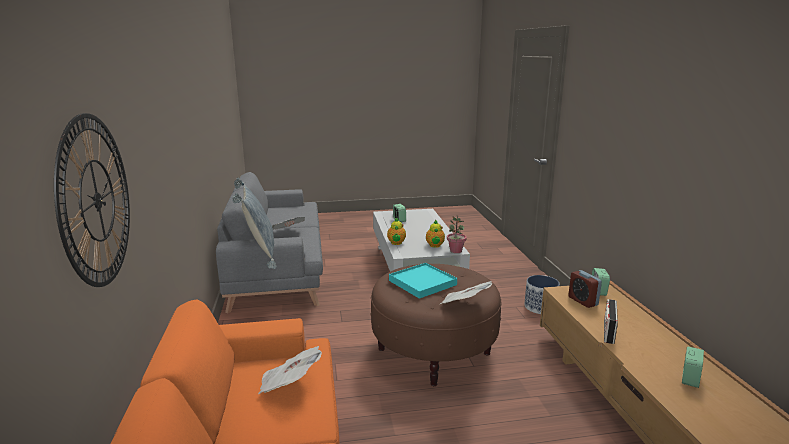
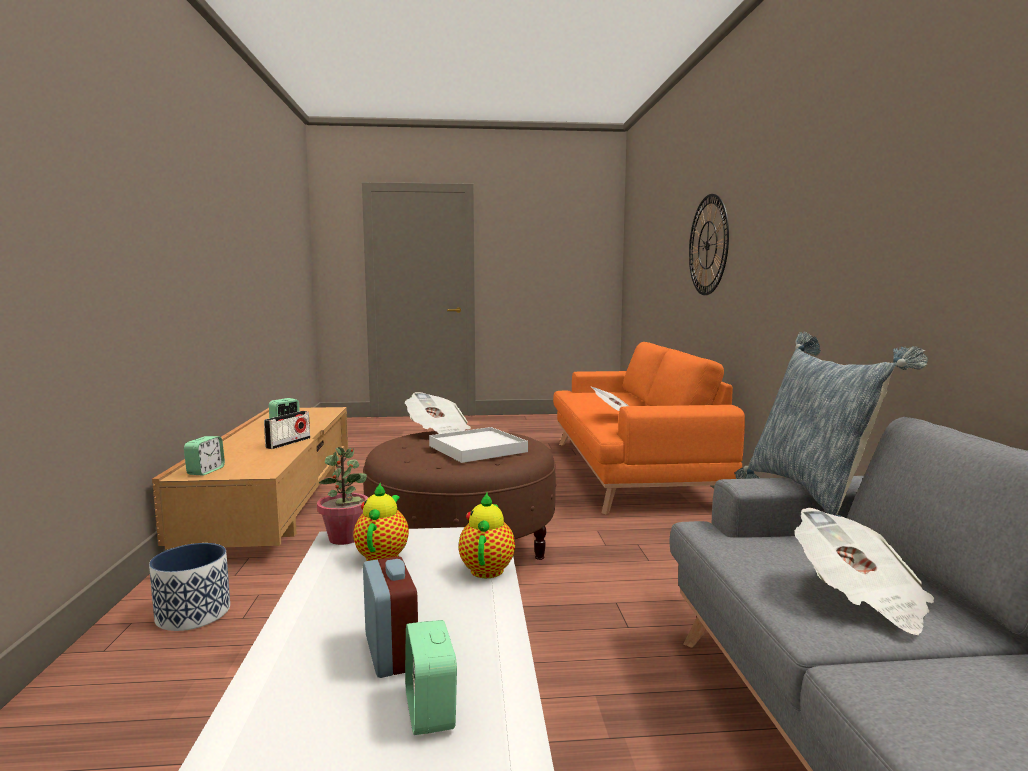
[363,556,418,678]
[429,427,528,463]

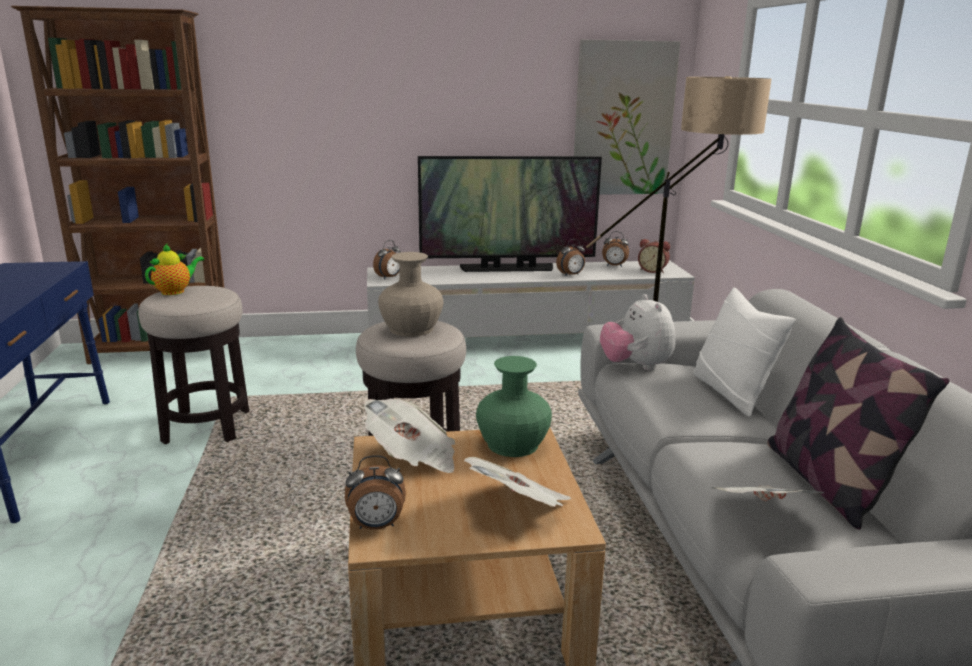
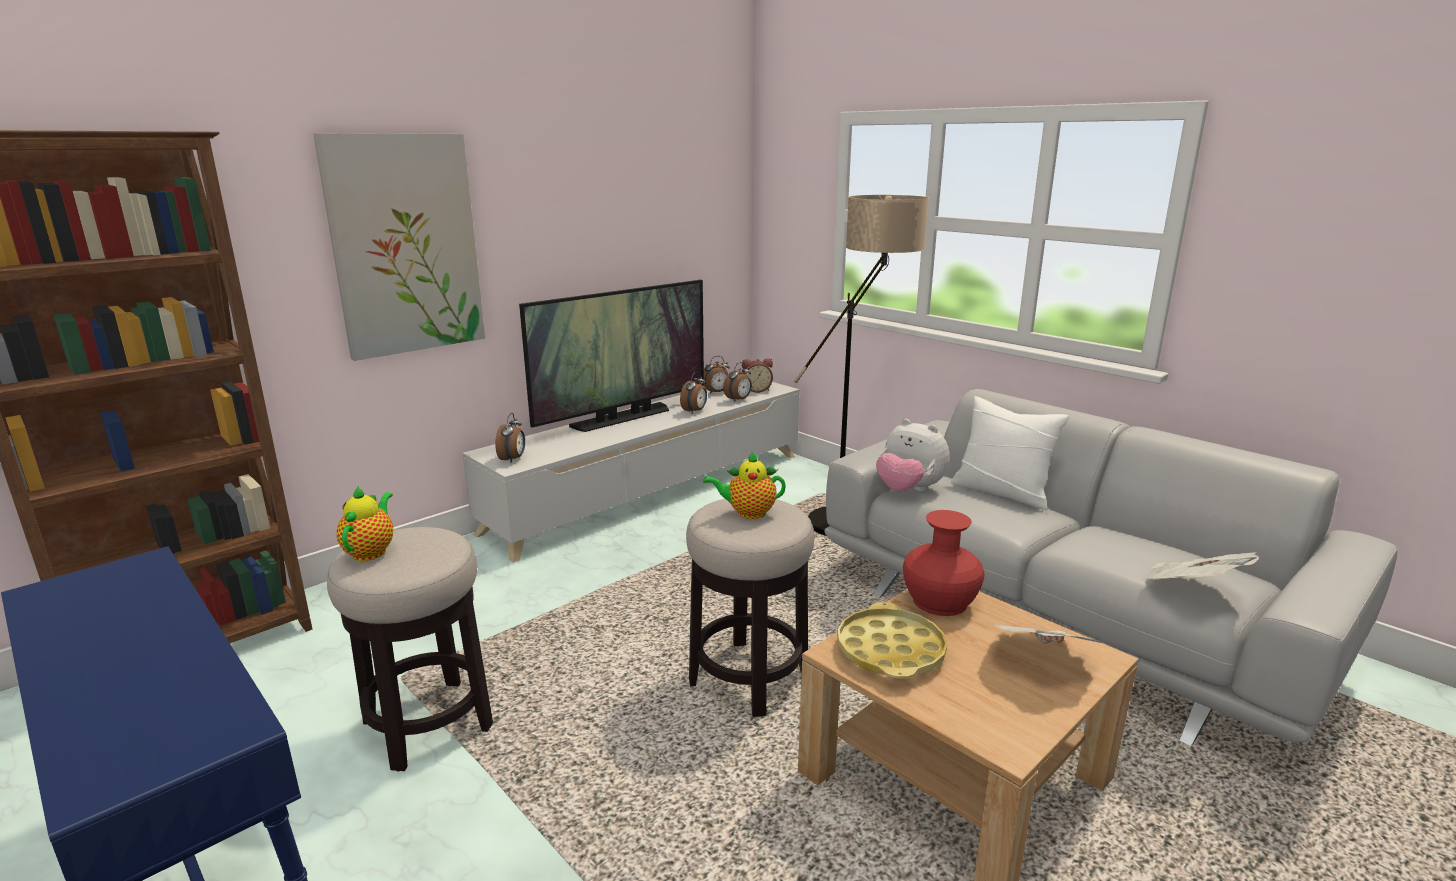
[313,133,485,361]
[703,451,786,519]
[723,362,752,402]
[837,602,947,679]
[903,510,984,616]
[767,317,950,530] (first image)

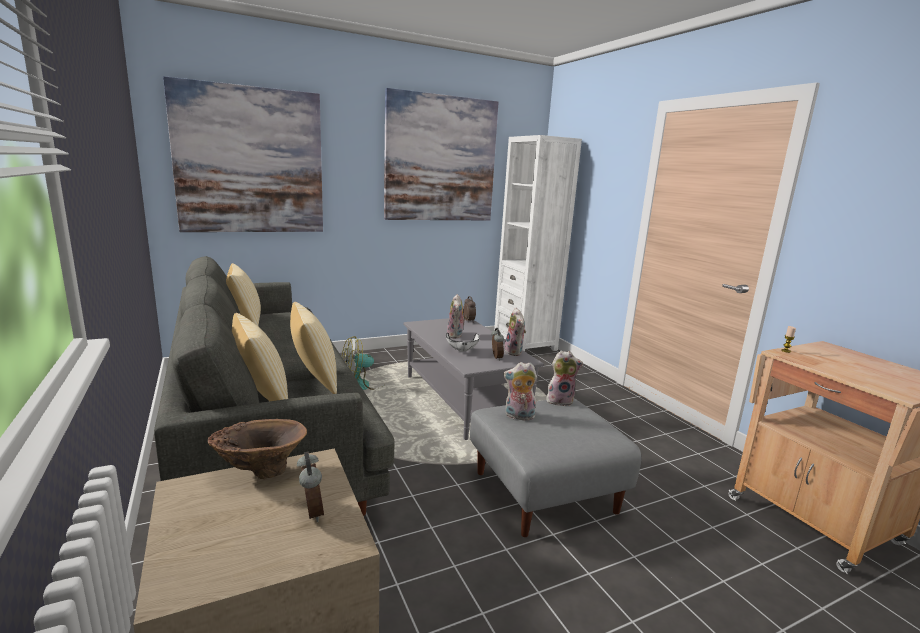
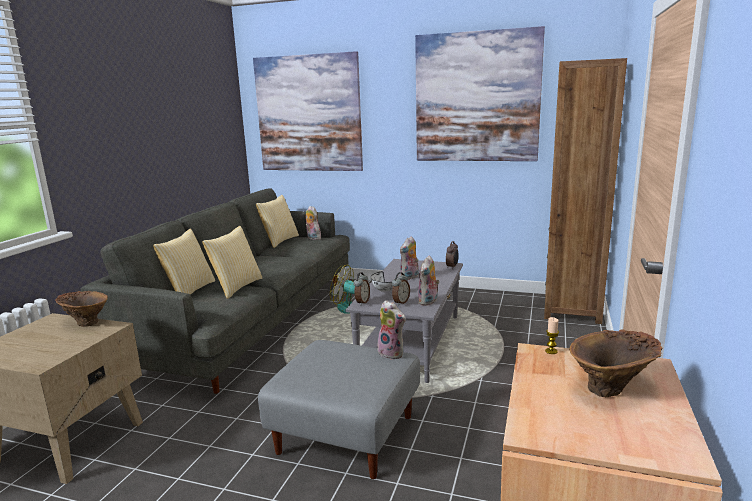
[305,206,321,240]
[354,272,370,305]
[544,58,627,324]
[569,330,662,397]

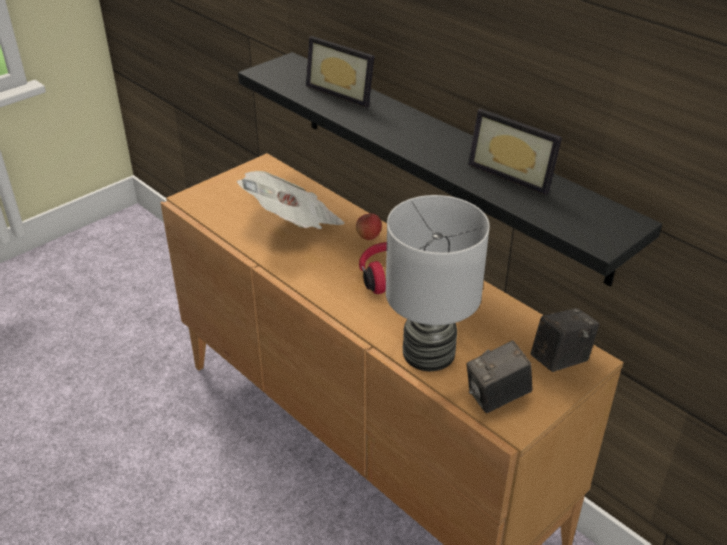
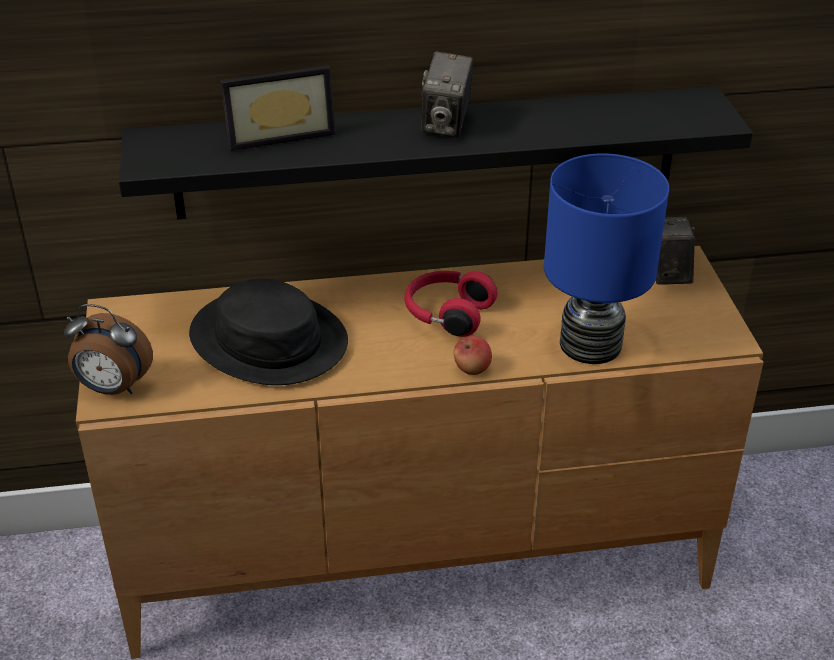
[64,304,153,395]
[189,278,348,385]
[421,51,473,138]
[454,336,492,375]
[544,153,669,364]
[468,109,562,195] (first image)

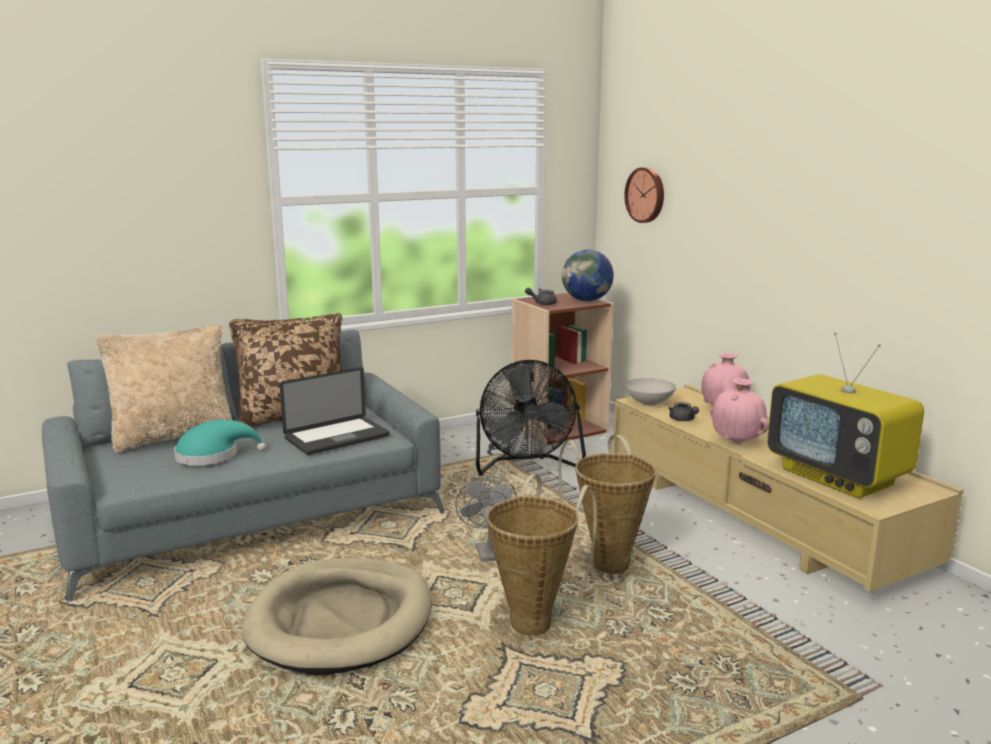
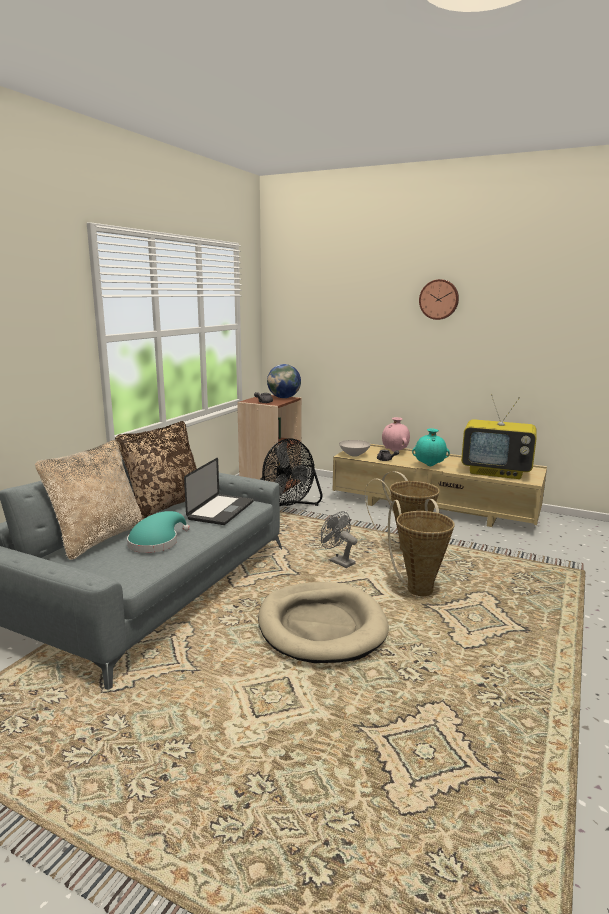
[412,428,450,467]
[419,279,459,320]

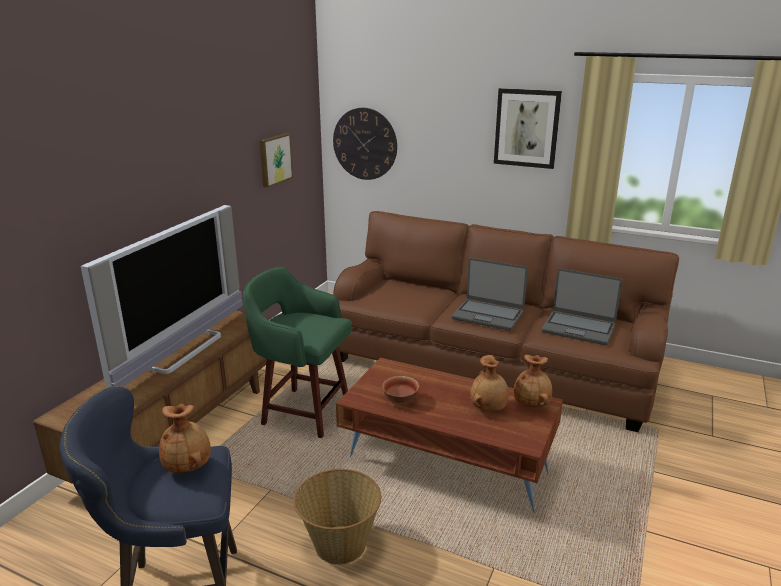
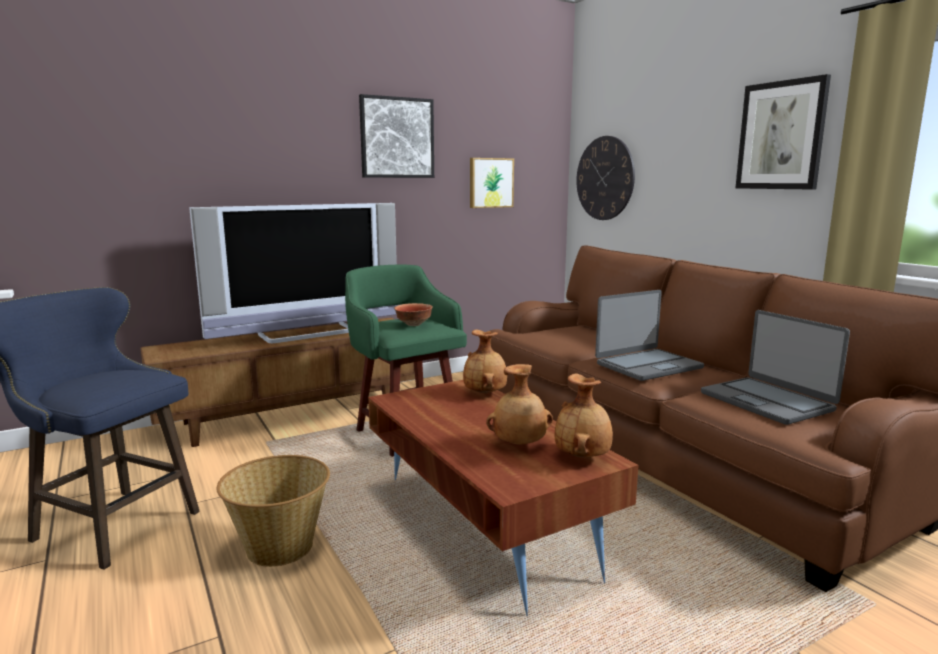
[359,94,434,178]
[394,303,433,326]
[463,330,507,394]
[595,290,704,381]

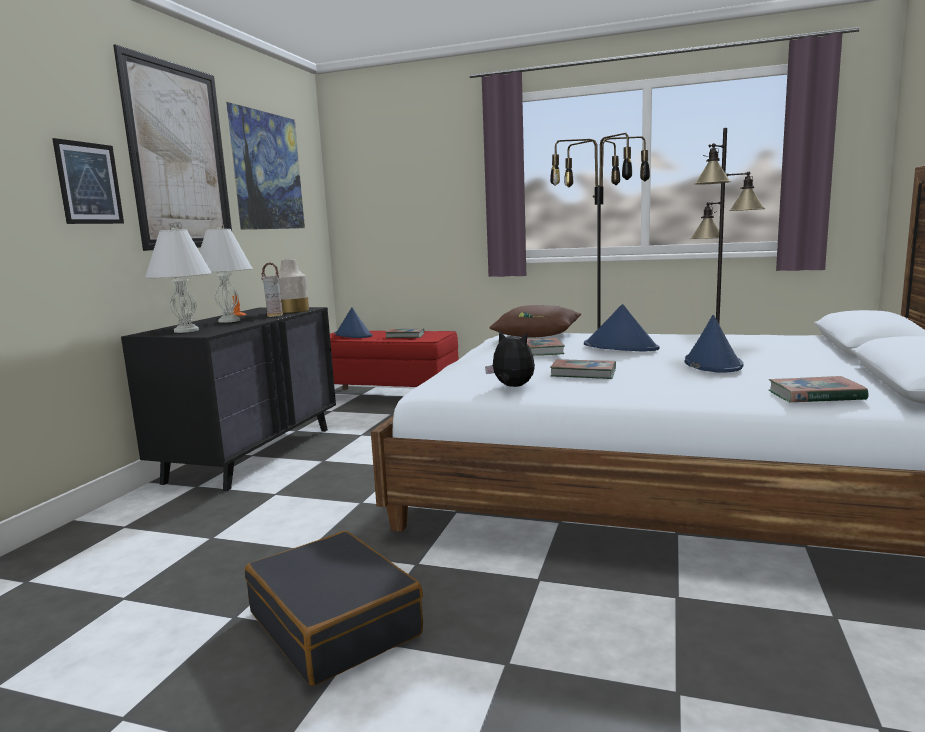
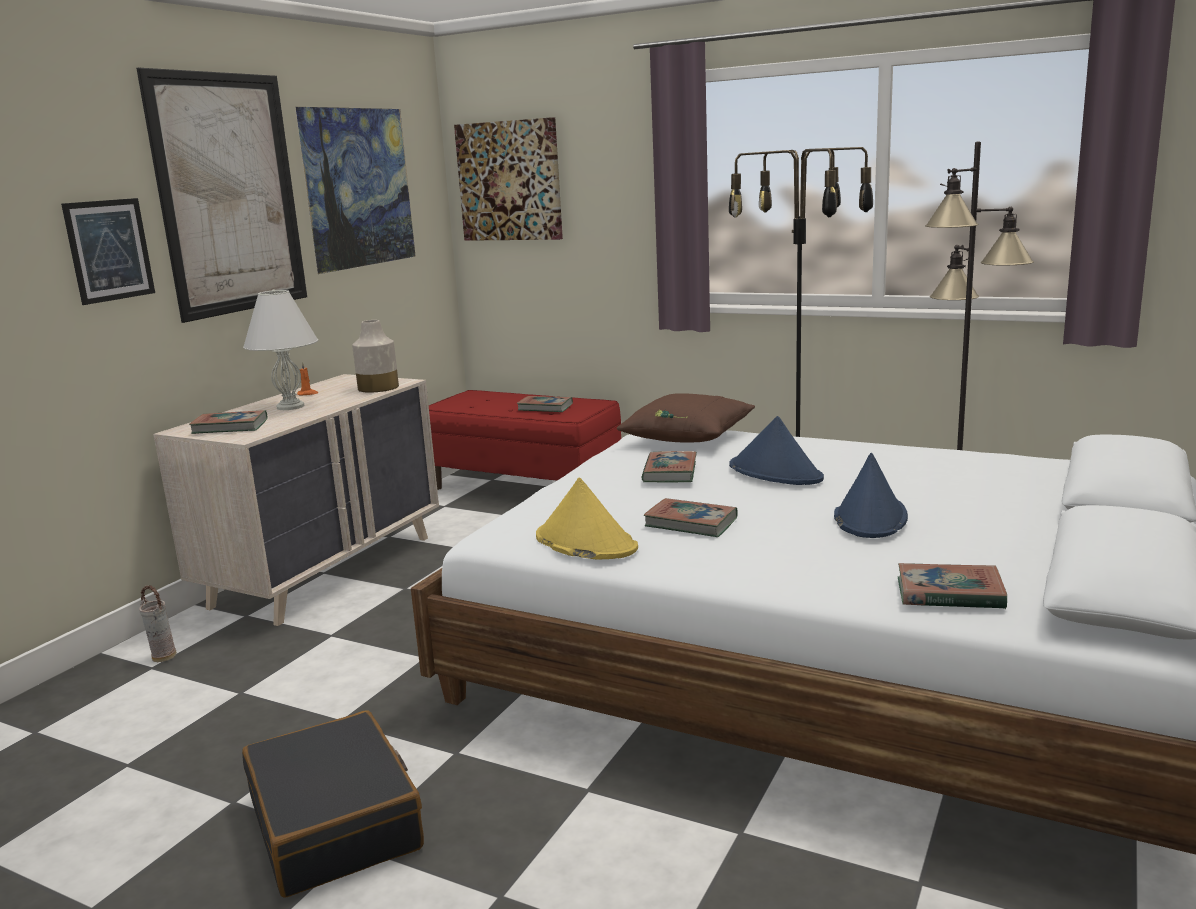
[139,586,177,662]
[153,374,439,626]
[189,410,267,434]
[454,117,563,241]
[536,477,638,560]
[335,307,372,338] (first image)

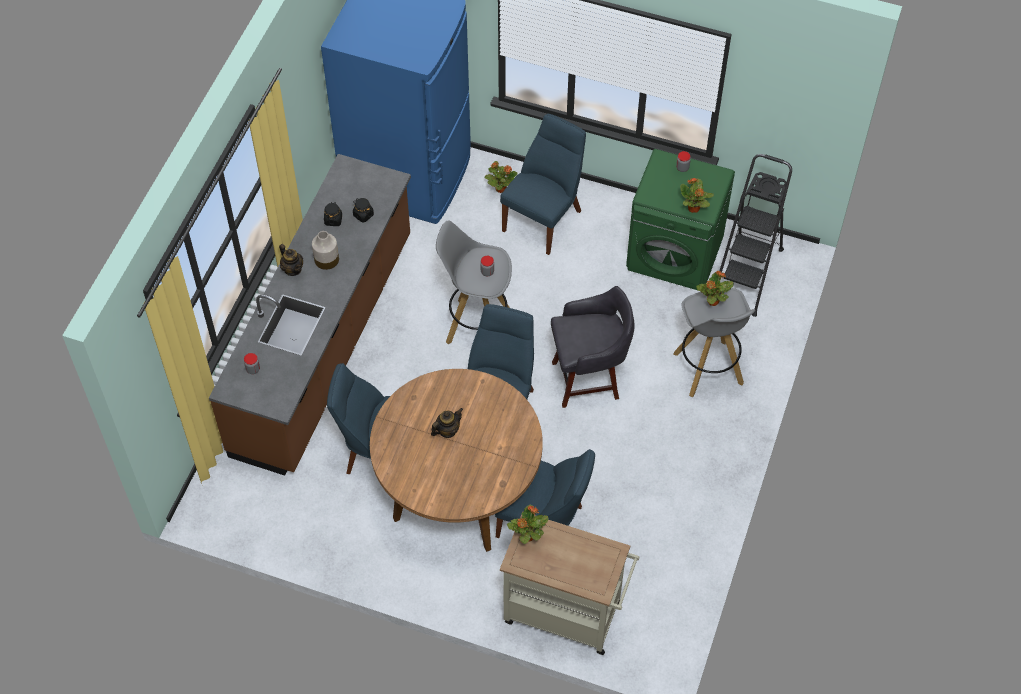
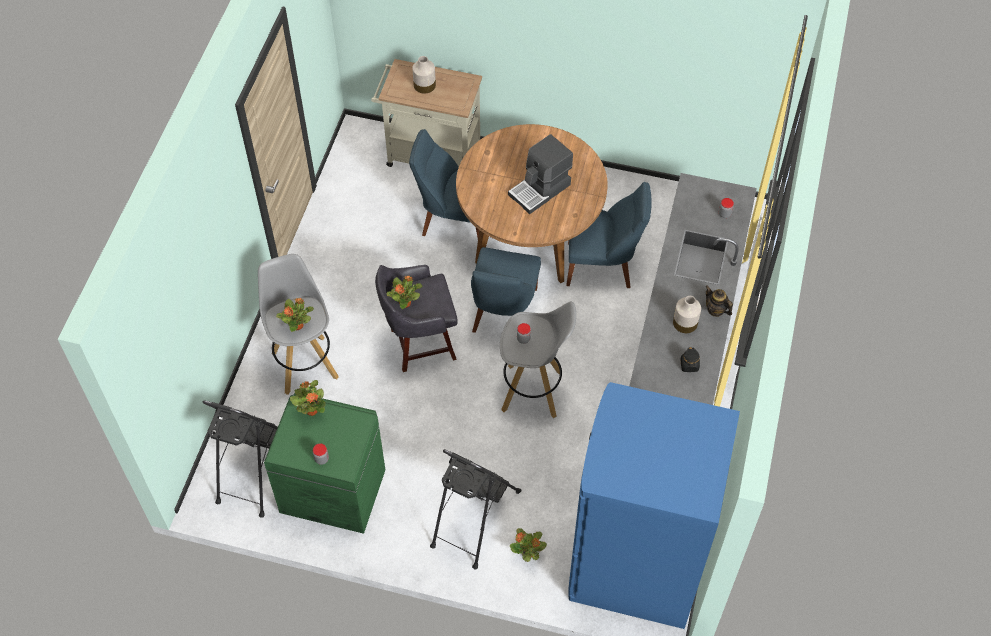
[387,276,422,309]
[412,56,436,94]
[430,449,521,569]
[508,134,573,214]
[353,198,374,223] (first image)

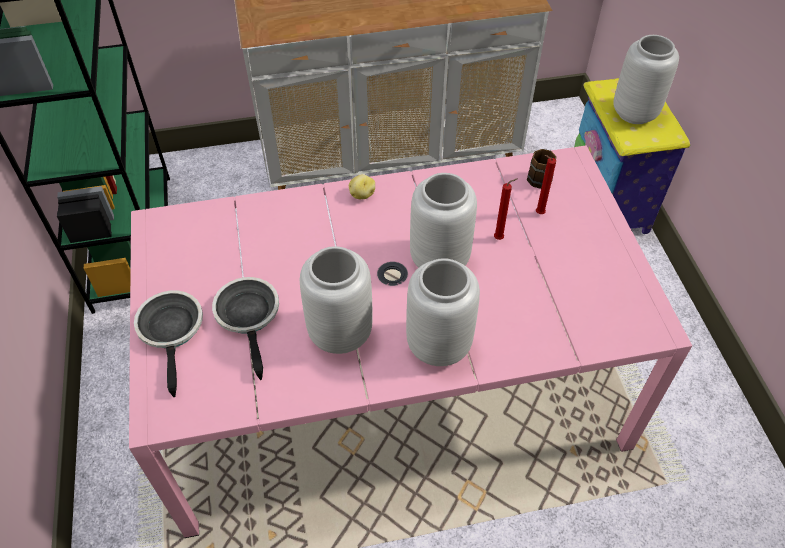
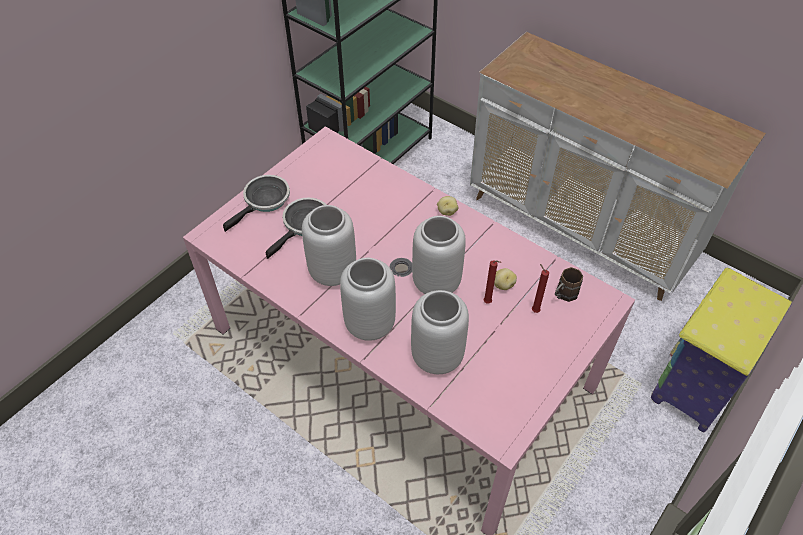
[411,290,469,374]
[494,268,517,290]

